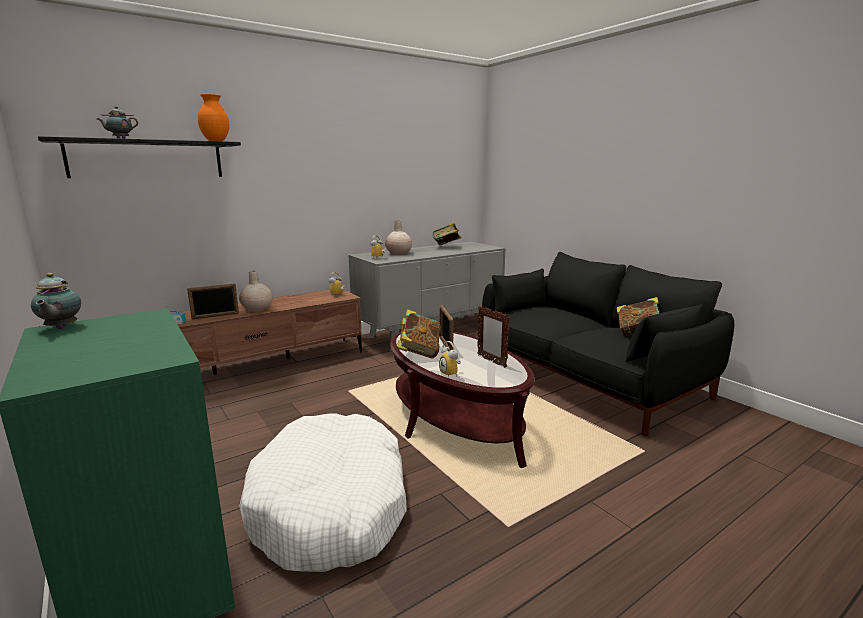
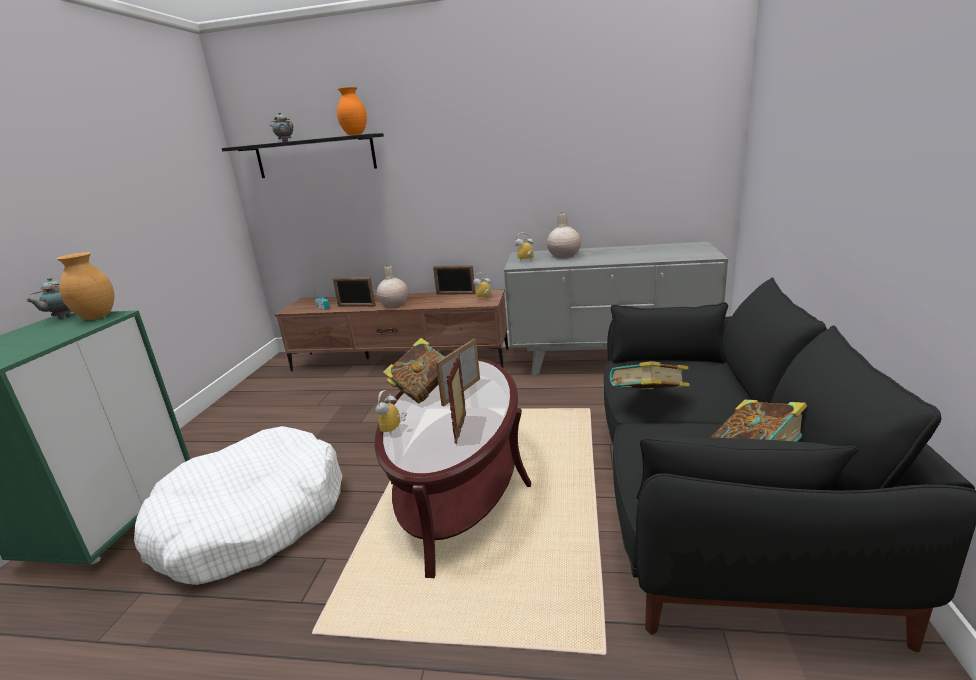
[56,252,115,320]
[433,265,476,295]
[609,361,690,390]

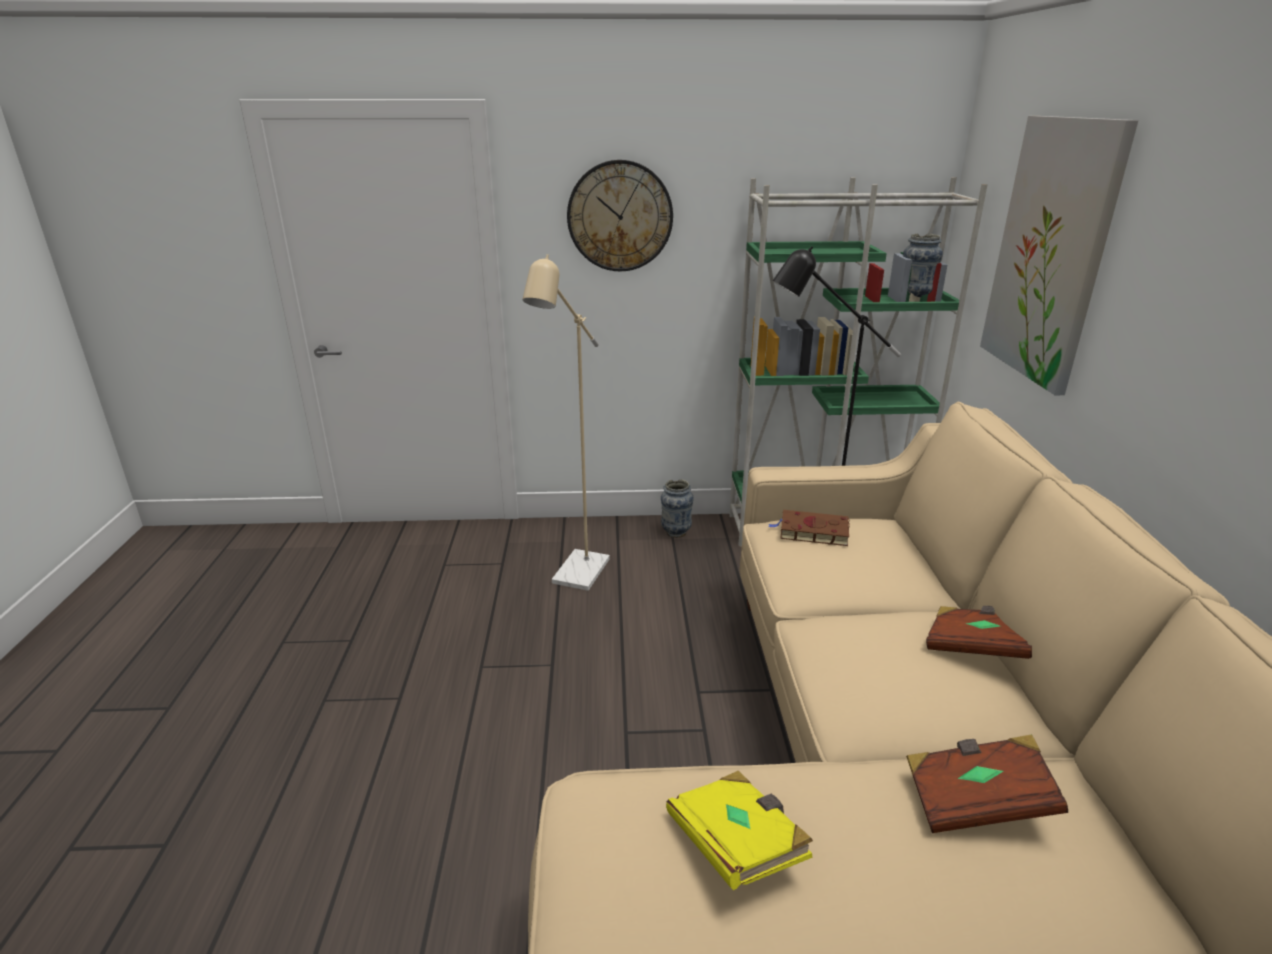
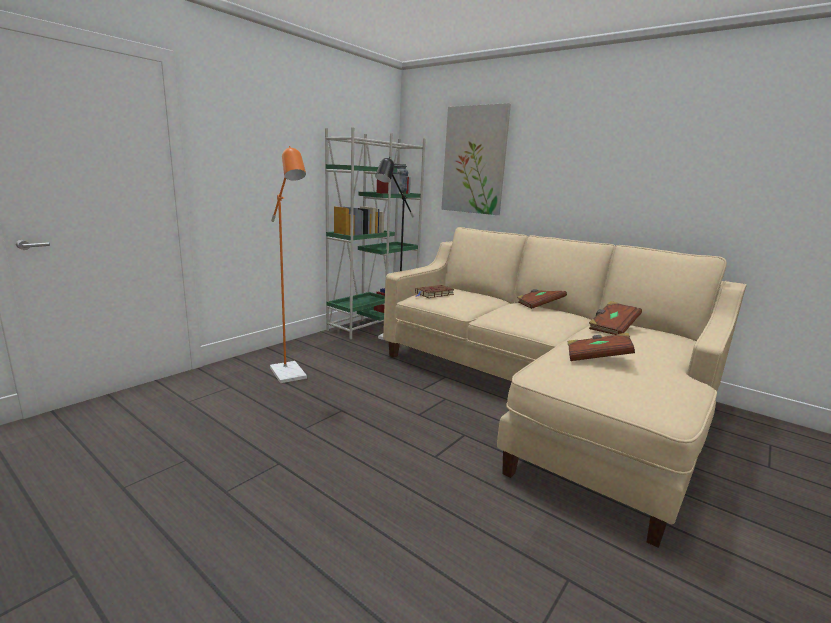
[270,146,307,383]
[568,332,635,361]
[567,160,673,272] (first image)
[661,479,694,538] (first image)

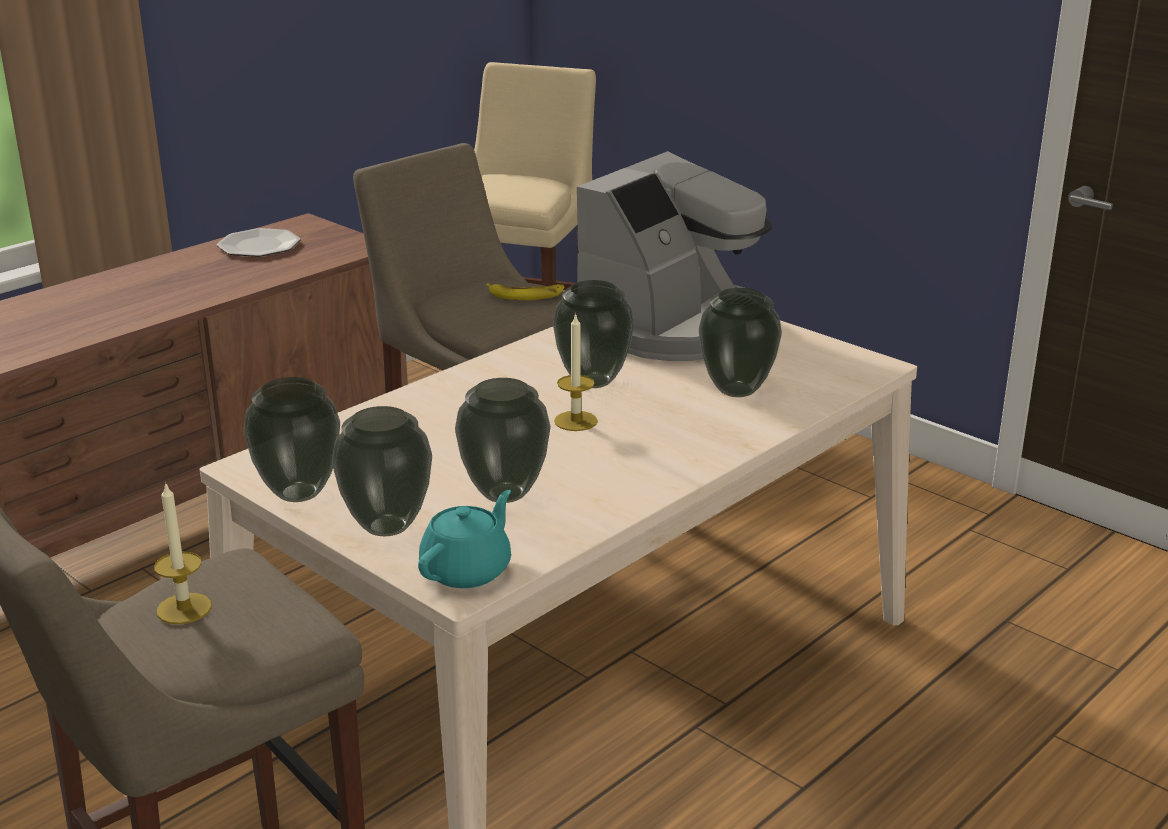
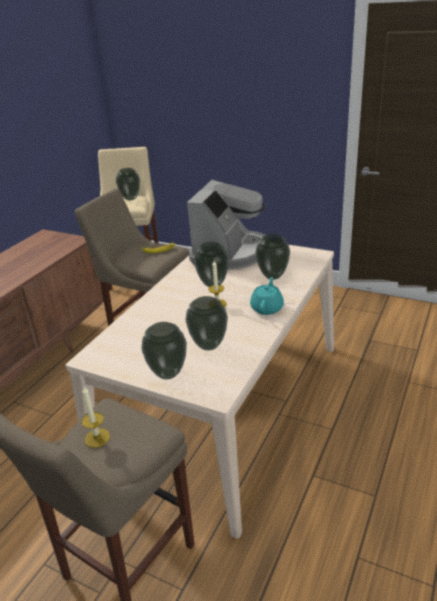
[116,168,140,201]
[250,277,284,315]
[217,228,301,257] (first image)

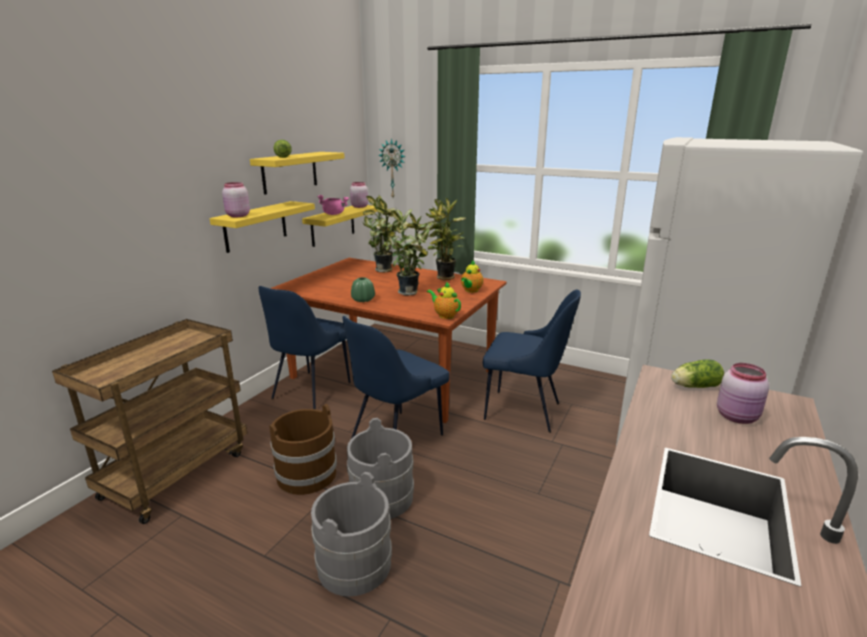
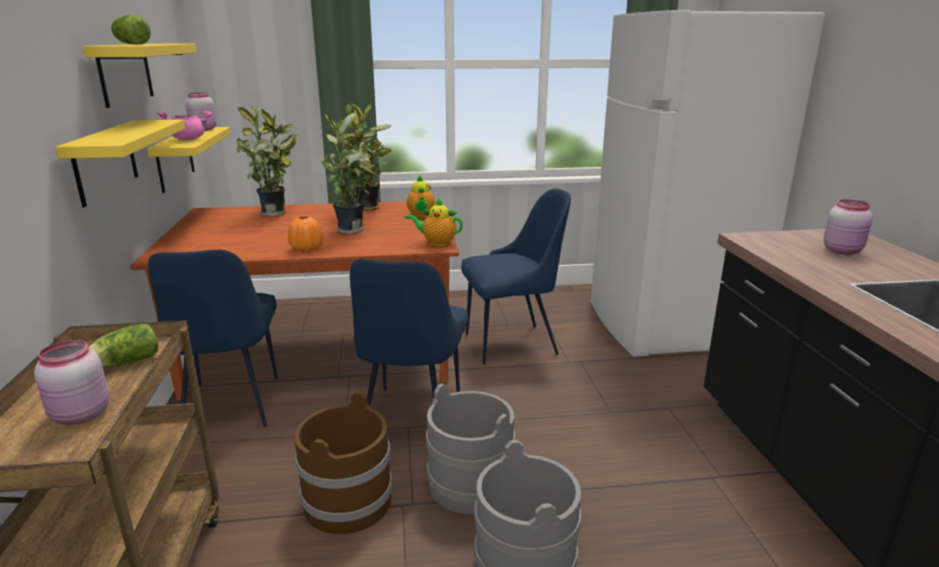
[34,340,109,425]
[89,323,158,368]
[288,216,323,251]
[378,138,406,197] (first image)

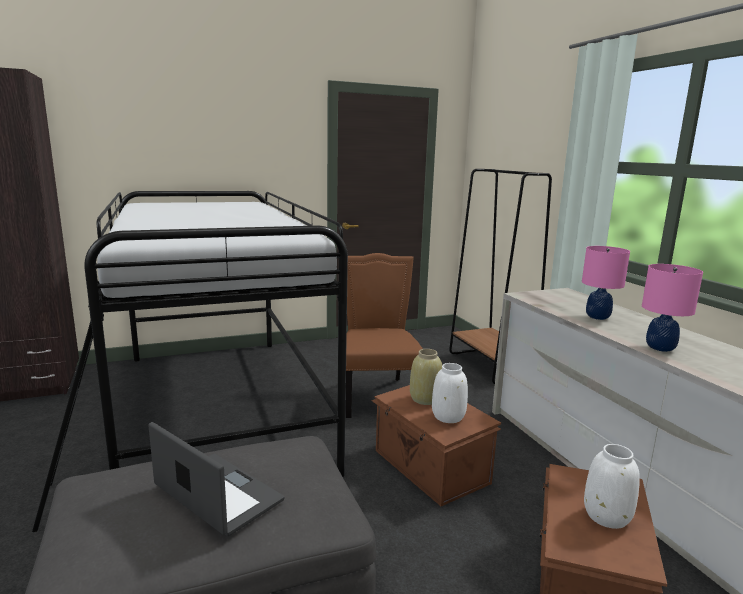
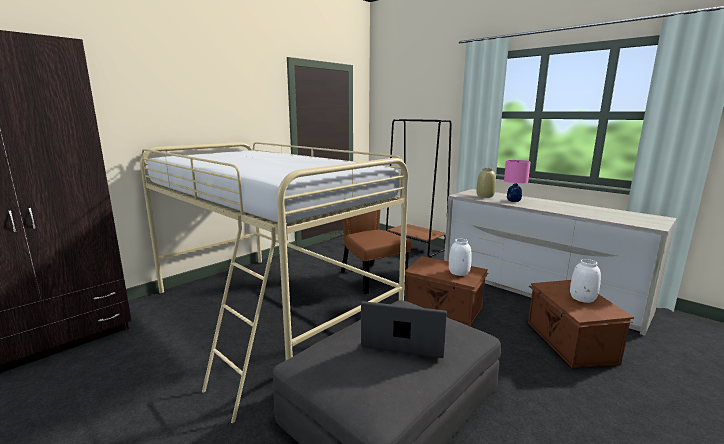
[140,142,408,423]
[476,168,496,198]
[642,264,703,352] (first image)

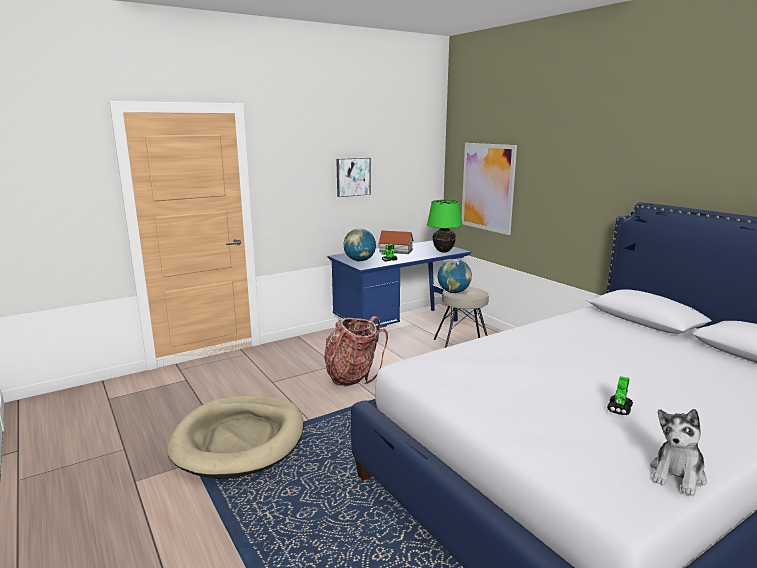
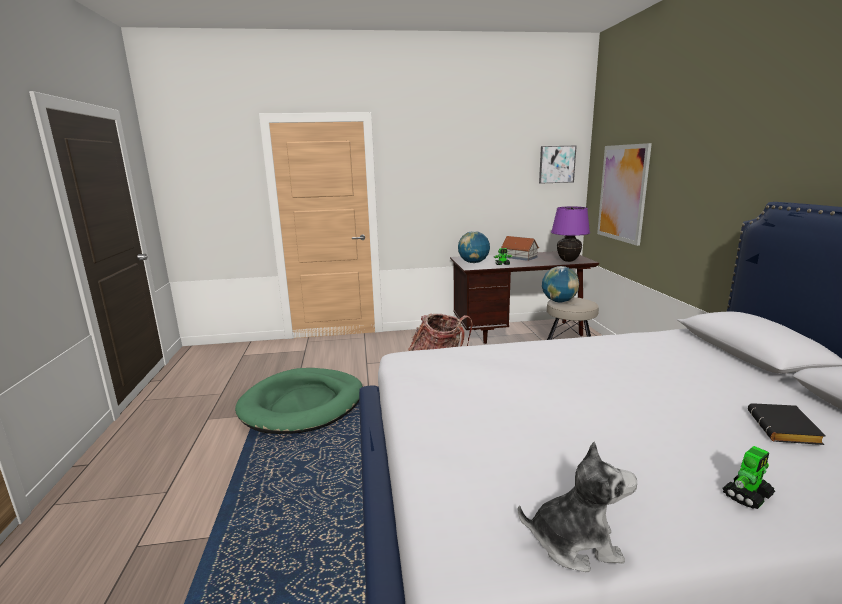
[235,368,363,434]
[450,251,599,344]
[518,442,637,572]
[539,145,577,184]
[551,206,590,262]
[722,446,775,509]
[748,403,826,445]

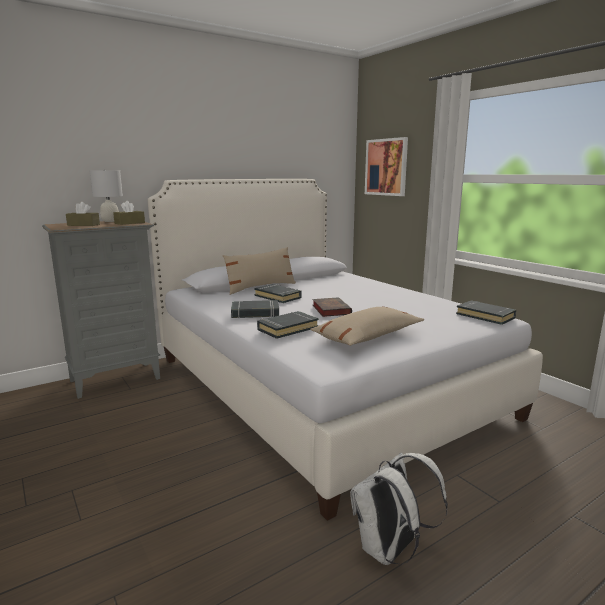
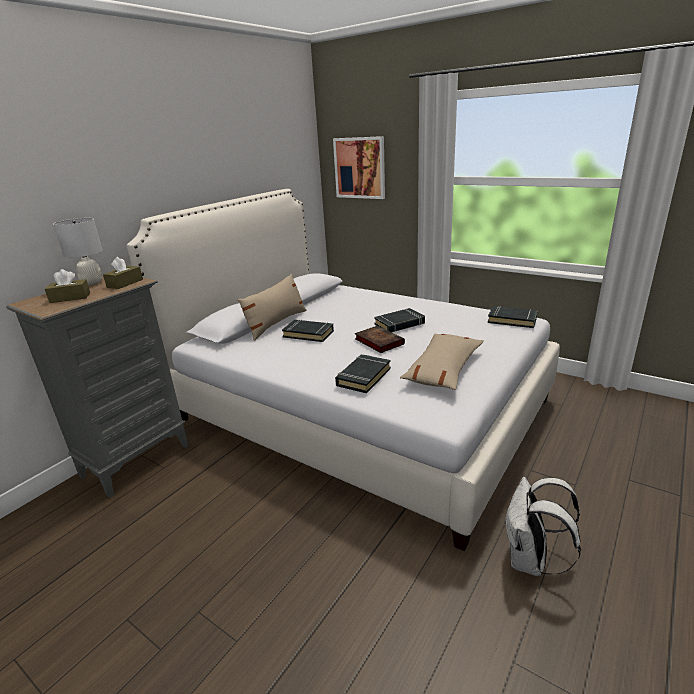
[374,308,425,332]

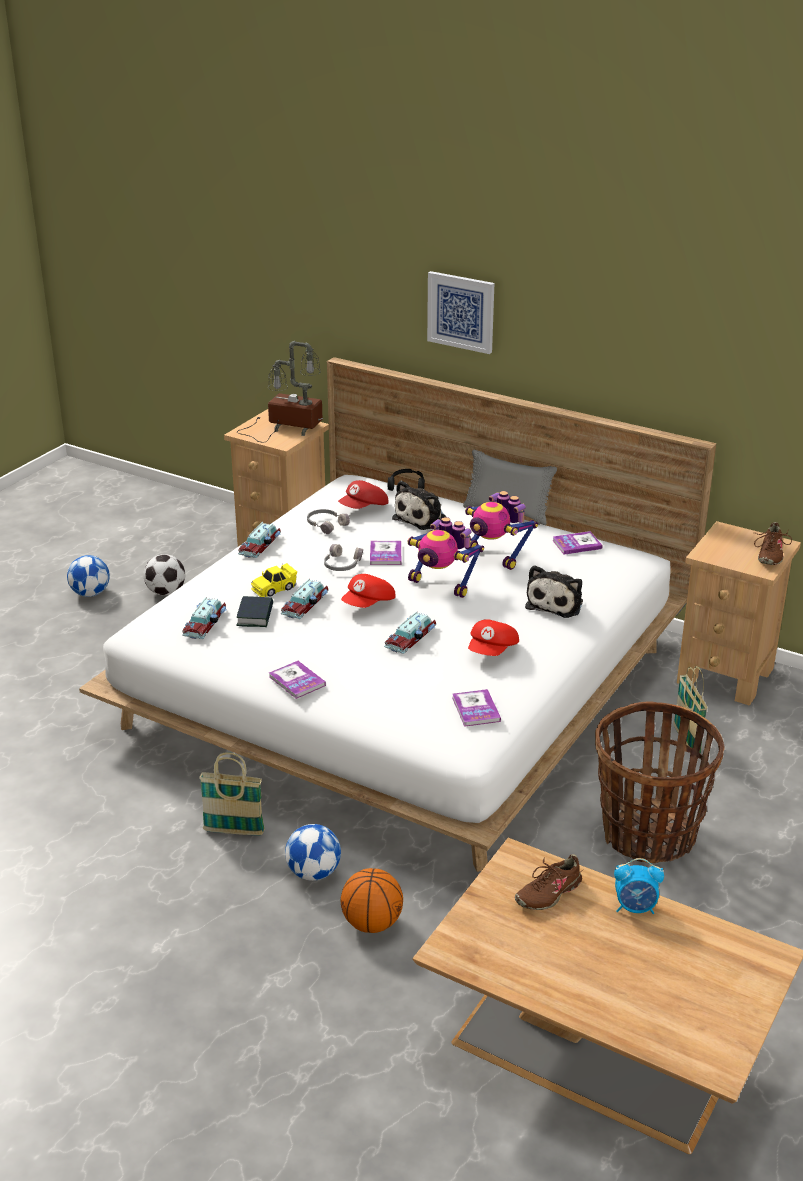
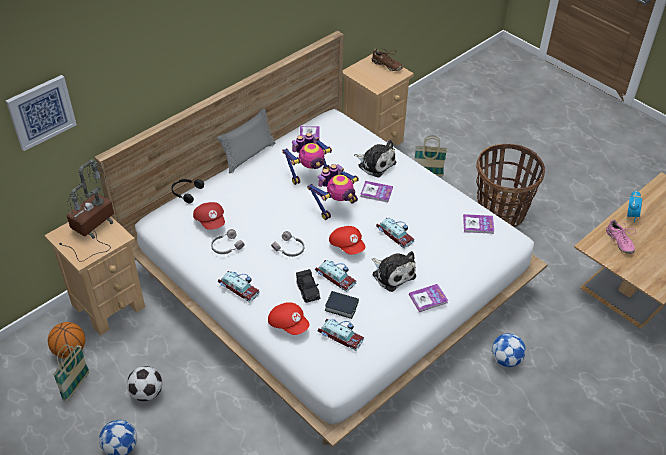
[6,75,77,151]
[48,322,85,359]
[53,344,89,402]
[268,302,310,335]
[296,269,321,303]
[360,181,393,202]
[372,251,416,292]
[606,219,636,254]

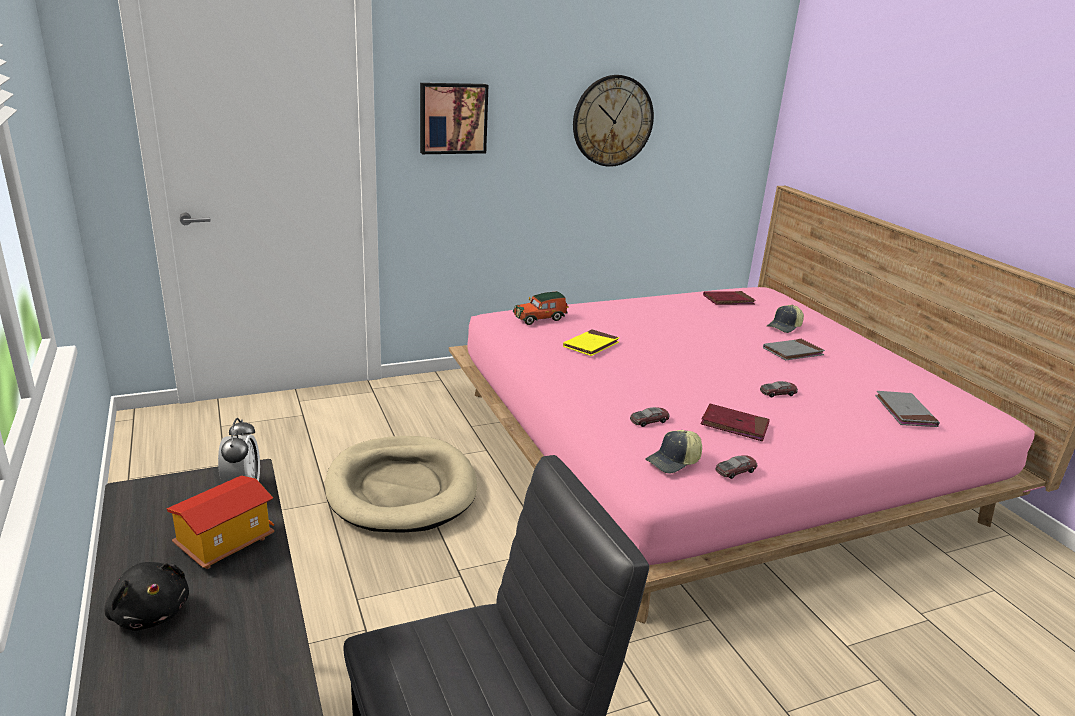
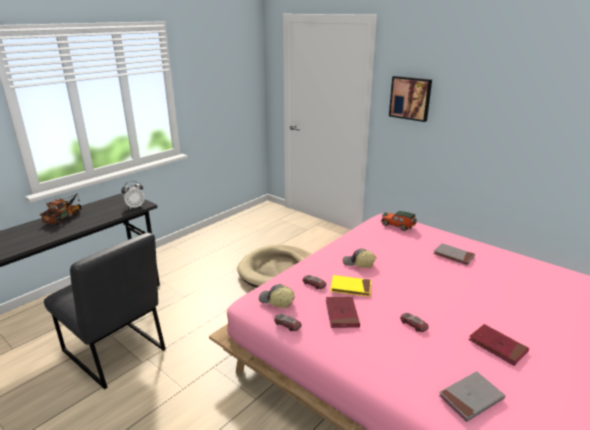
[40,193,82,225]
[330,275,371,297]
[343,248,377,268]
[433,243,475,265]
[469,324,529,366]
[166,475,274,569] (first image)
[573,75,654,167] (first image)

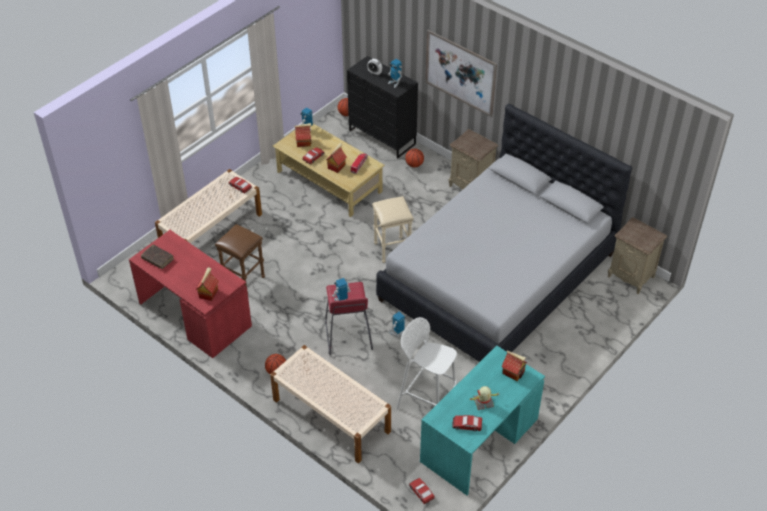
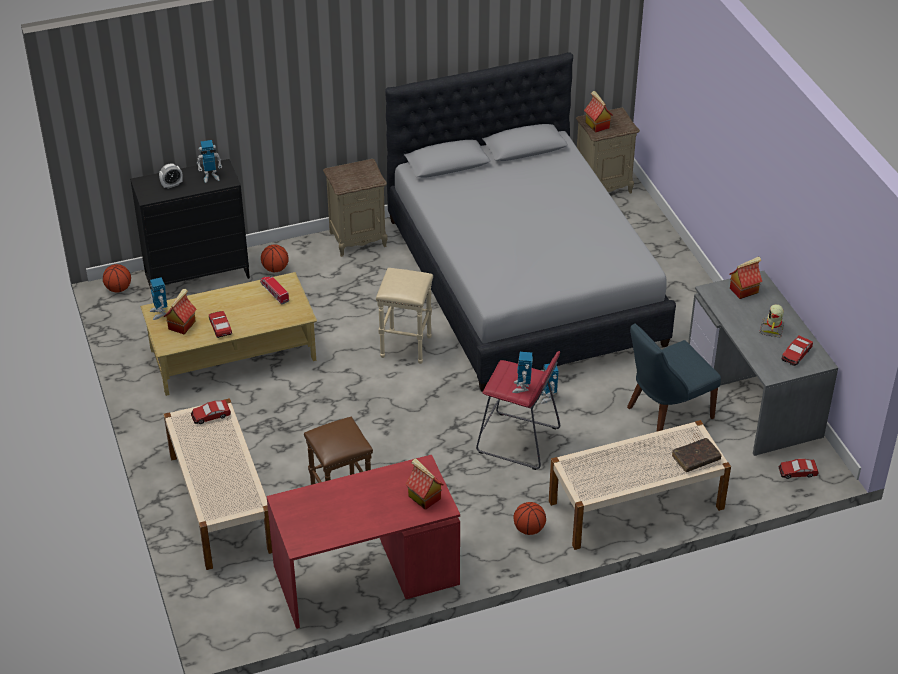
[584,91,613,133]
[627,324,721,432]
[672,438,722,472]
[688,271,838,456]
[425,30,497,117] (first image)

